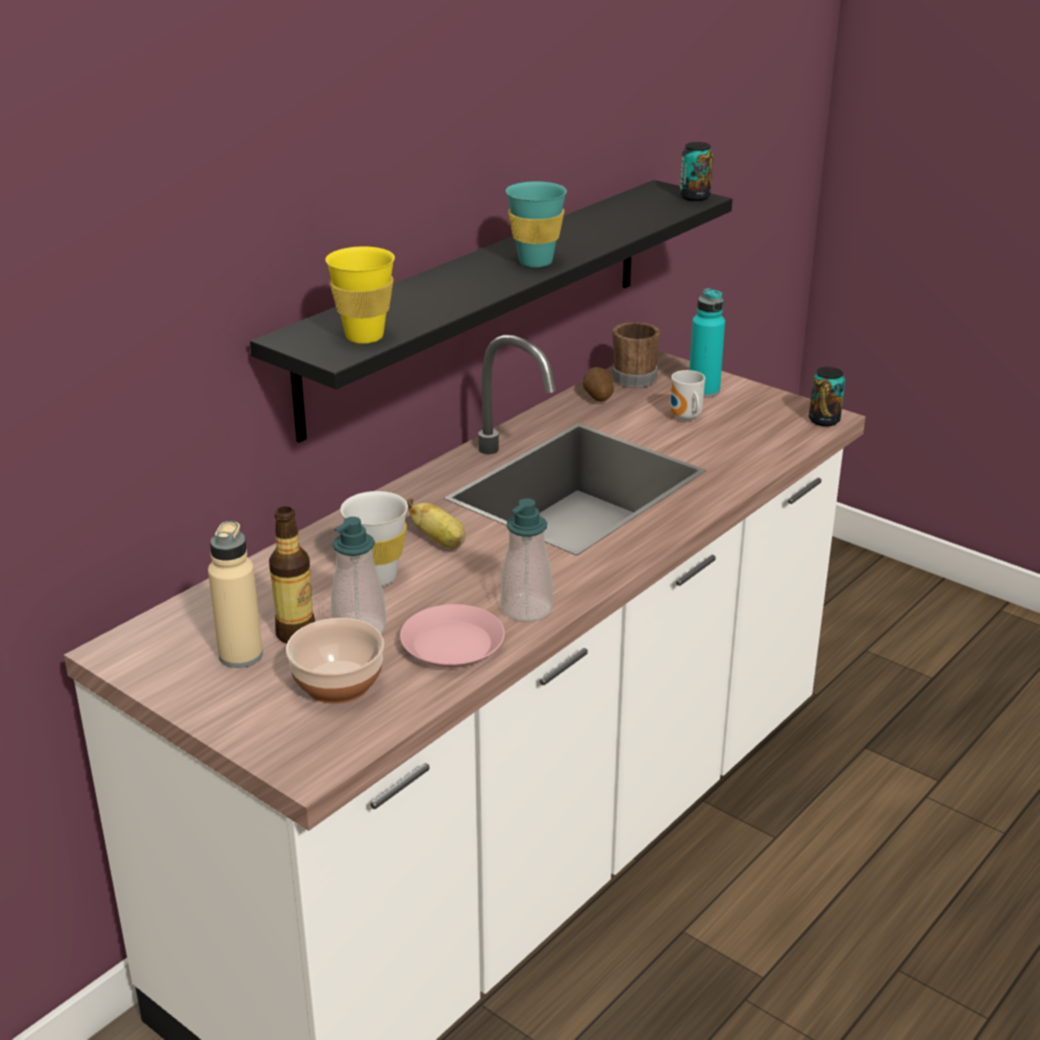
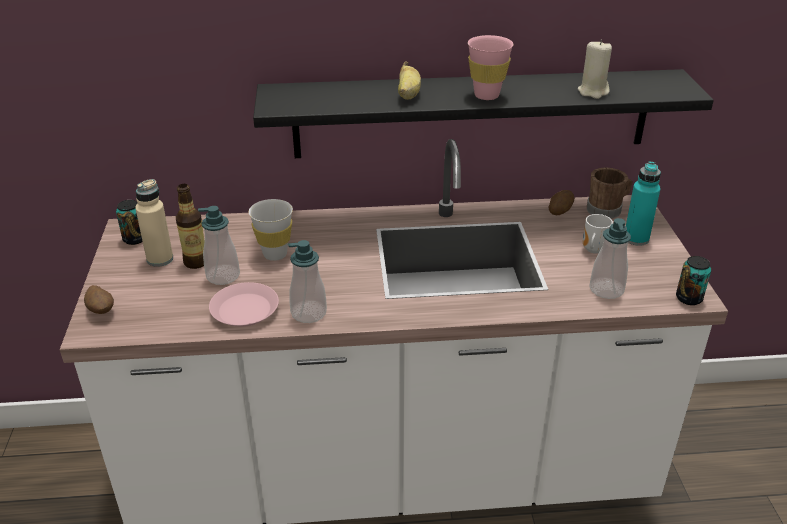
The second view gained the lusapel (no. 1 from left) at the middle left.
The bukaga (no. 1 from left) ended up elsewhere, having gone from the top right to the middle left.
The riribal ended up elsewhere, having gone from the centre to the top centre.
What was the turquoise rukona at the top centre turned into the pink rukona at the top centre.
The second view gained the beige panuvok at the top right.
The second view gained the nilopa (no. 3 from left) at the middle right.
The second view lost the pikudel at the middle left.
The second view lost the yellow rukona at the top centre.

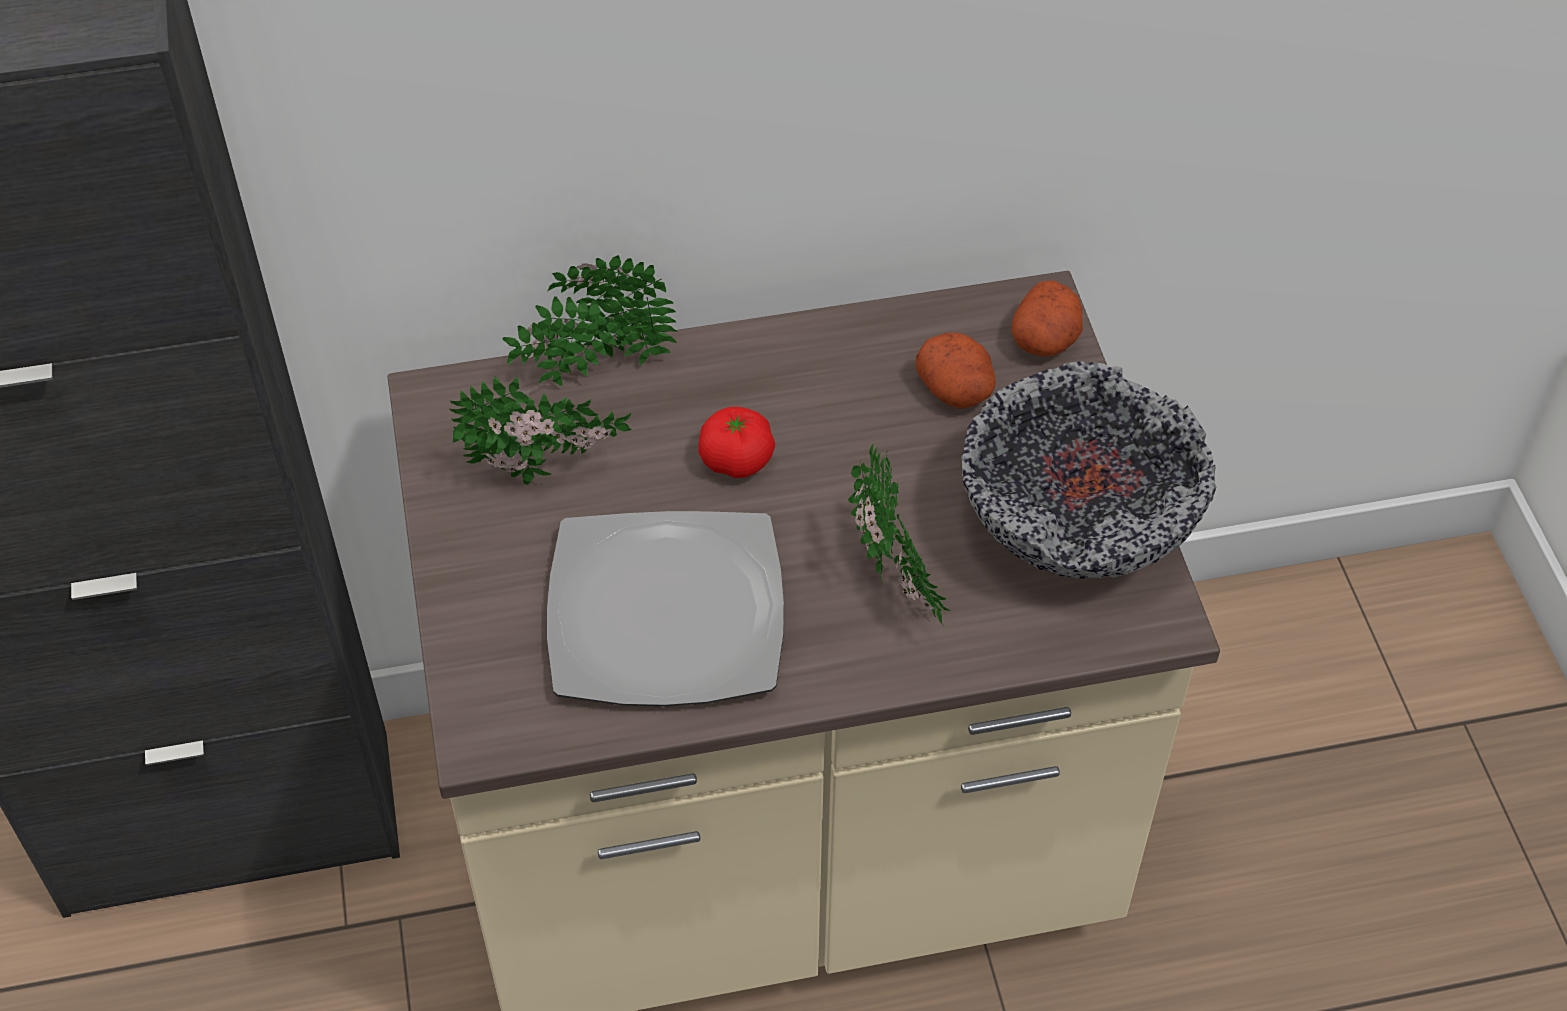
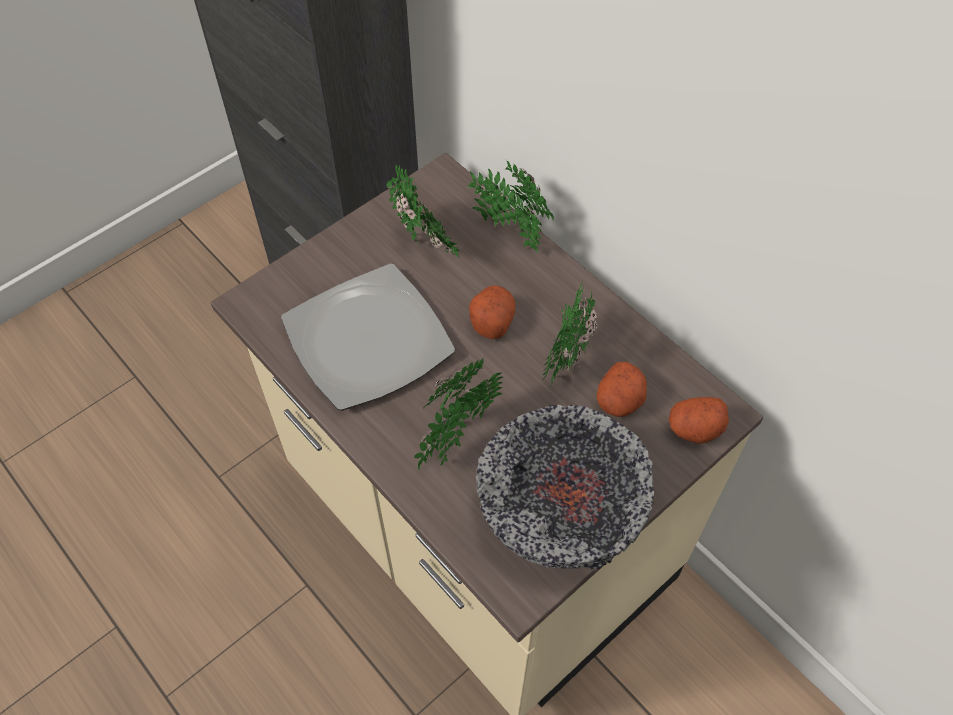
Where the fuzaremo stood at the centre, the lusapel (no. 1 from left) came to stand at the centre.
The second view gained the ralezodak (no. 4 from left) at the centre.

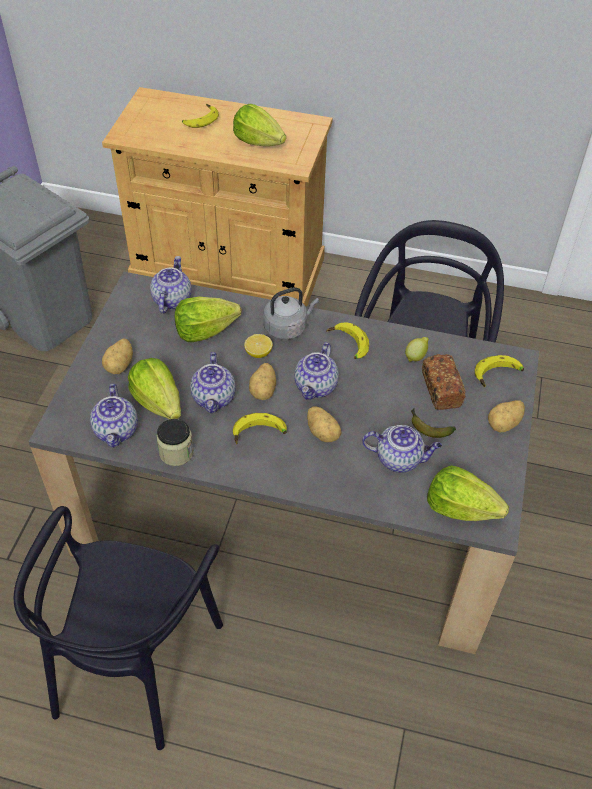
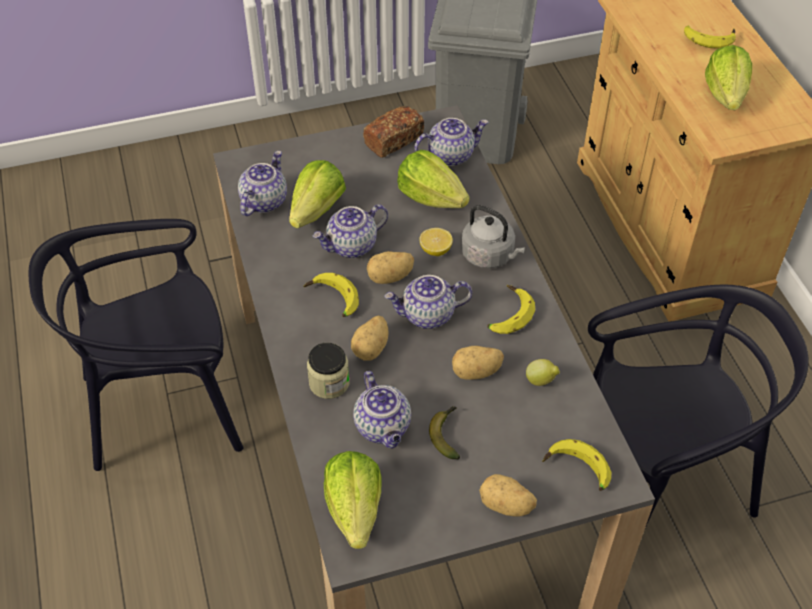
The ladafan (no. 1 from left) at the middle left ended up facing another way, 150 degrees clockwise from before.
The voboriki ended up elsewhere, having gone from the middle left to the centre.
The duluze ended up elsewhere, having gone from the middle right to the top centre.
The lusapel (no. 1 from left in the first image) ended up elsewhere, having gone from the middle left to the centre.

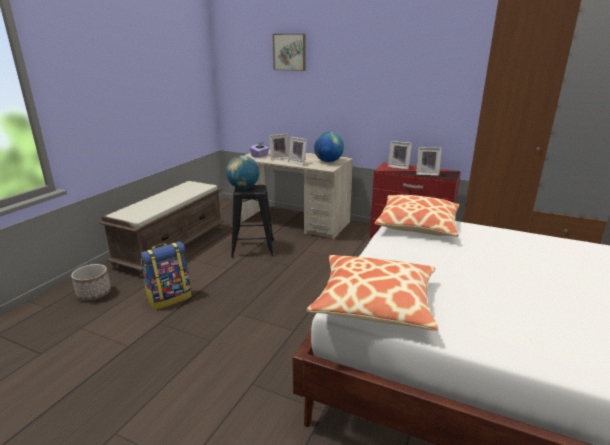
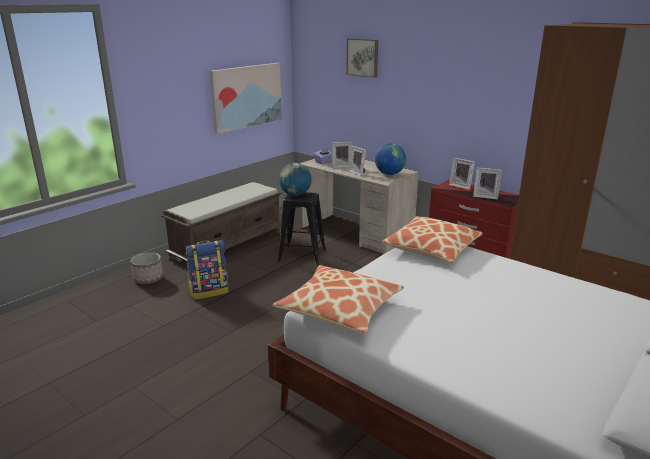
The second view gained the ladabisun (no. 1 from left) at the top centre.

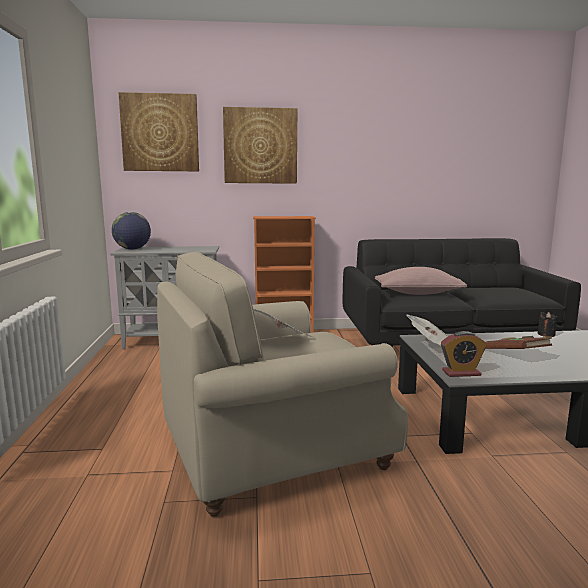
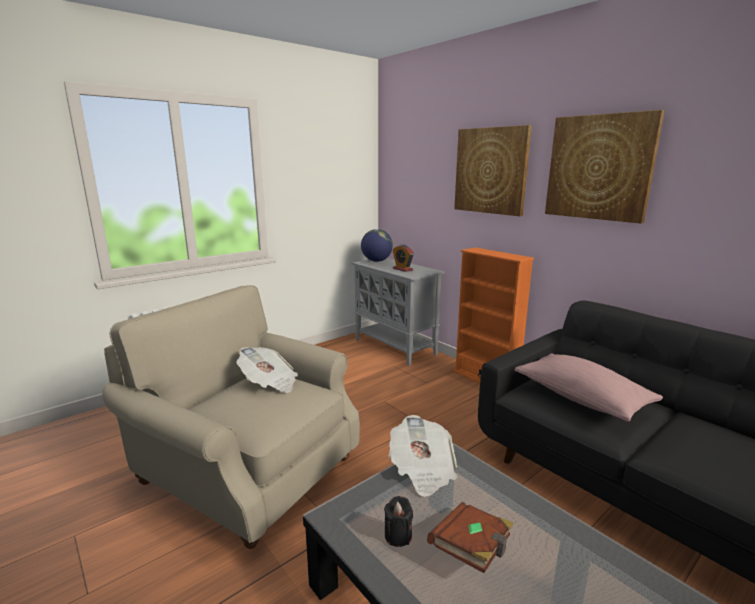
The black panuvok ended up elsewhere, having gone from the middle right to the bottom centre.
The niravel ended up elsewhere, having gone from the middle right to the centre.
The ladabisun (no. 1 from left in the first image) ended up elsewhere, having gone from the top left to the top right.

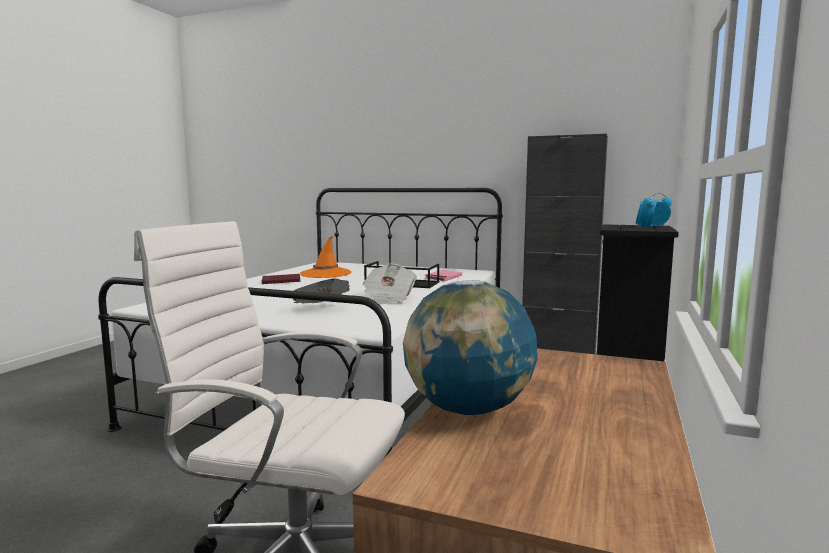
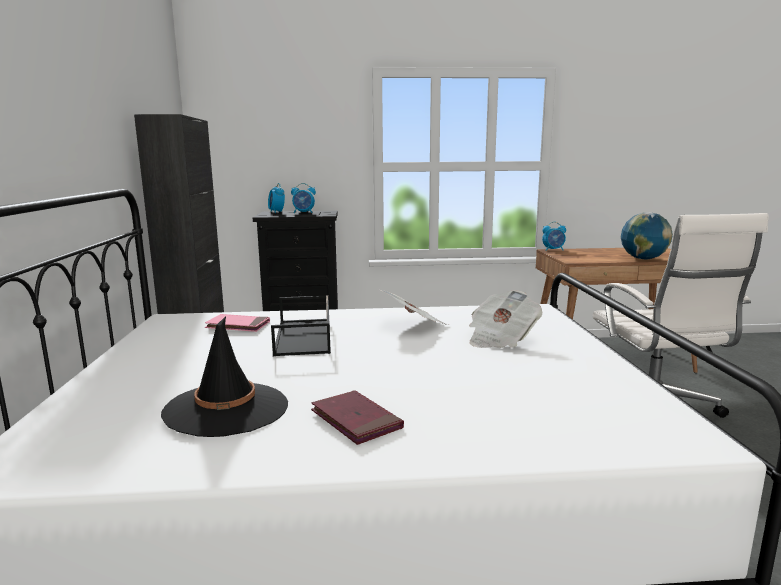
What was the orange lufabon at the centre turned into the black lufabon at the middle left.
The second view gained the niravel (no. 3 from left) at the middle right.

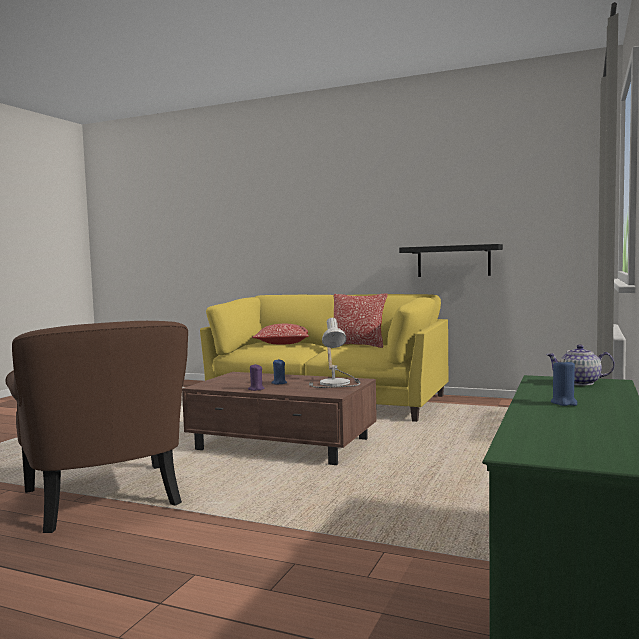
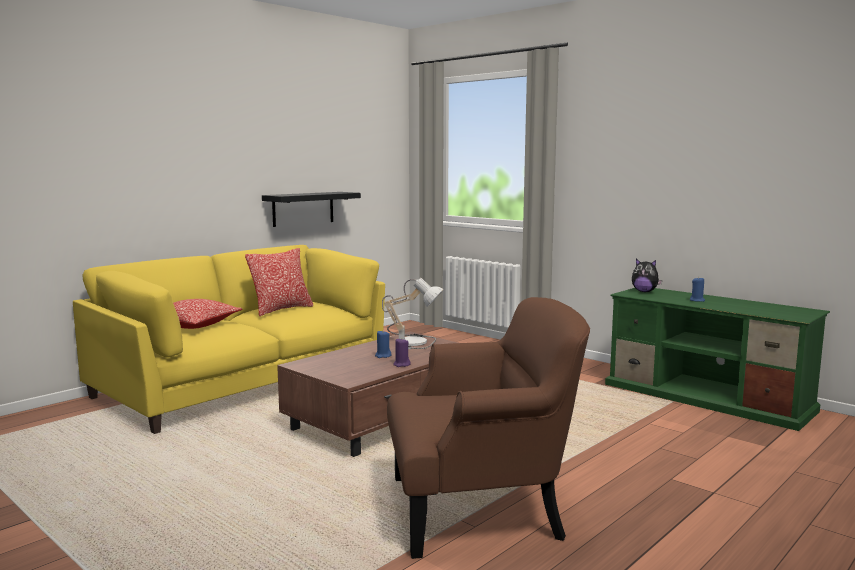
Where the ladafan stood at the middle right, the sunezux came to stand at the middle right.

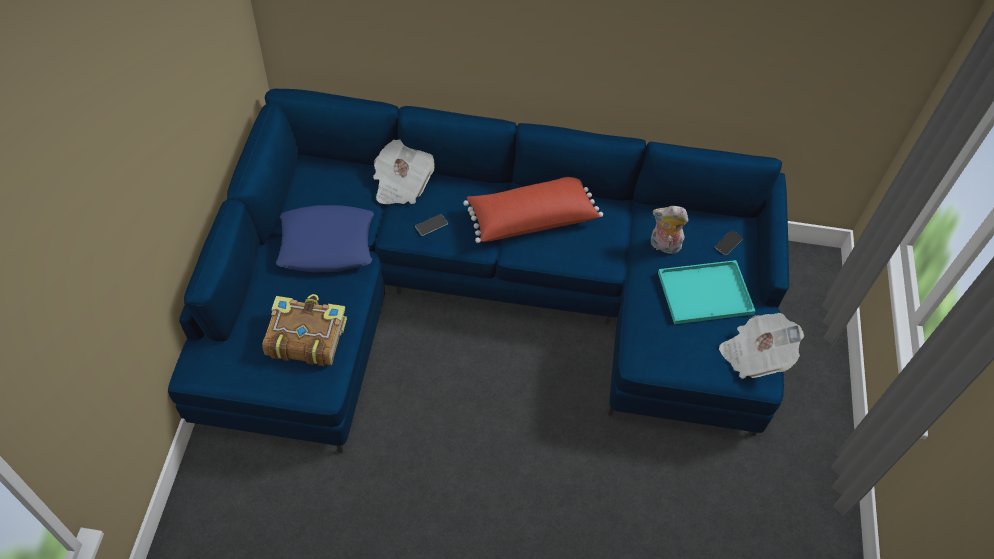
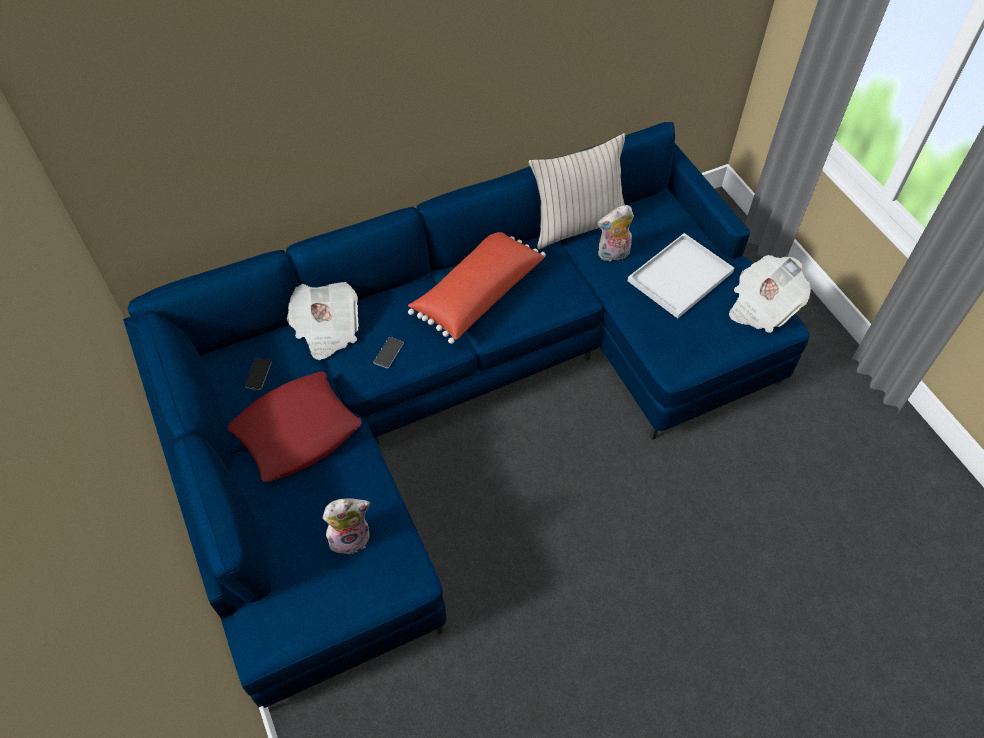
What was the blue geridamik at the middle left turned into the red geridamik (no. 1 from left) at the middle left.
The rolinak (no. 2 from left in the first image) ended up elsewhere, having gone from the middle right to the middle left.
Where the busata stood at the middle left, the sunezux (no. 1 from left) came to stand at the bottom centre.
The second view gained the beige geridamik at the top centre.
What was the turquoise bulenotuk at the middle right turned into the white bulenotuk at the middle right.

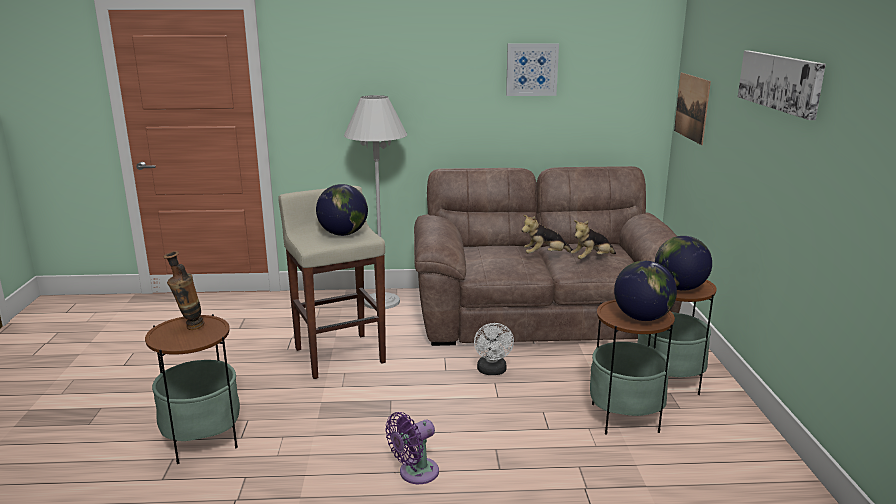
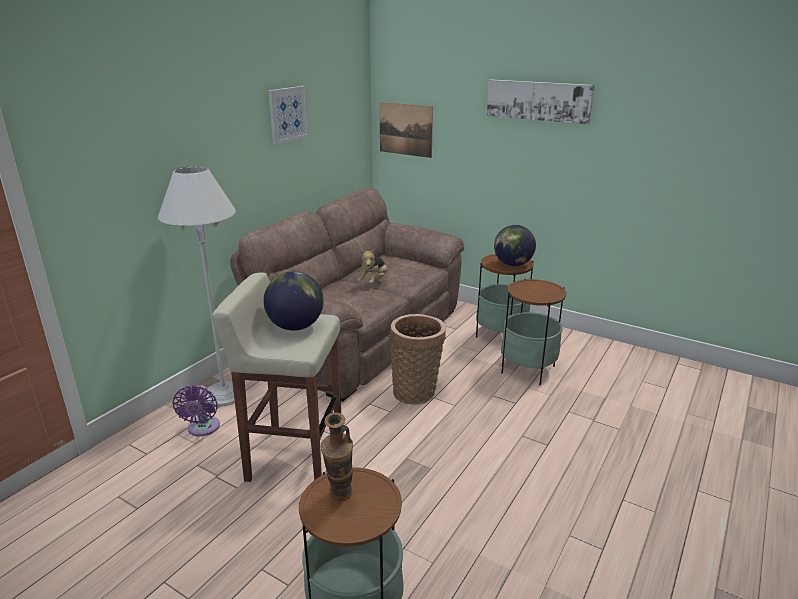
The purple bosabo ended up elsewhere, having gone from the bottom centre to the bottom left.
Where the white bosabo stood at the bottom centre, the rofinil came to stand at the centre.
The second view lost the sunezux (no. 2 from left) at the centre.
The second view lost the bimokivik (no. 2 from left) at the middle right.

